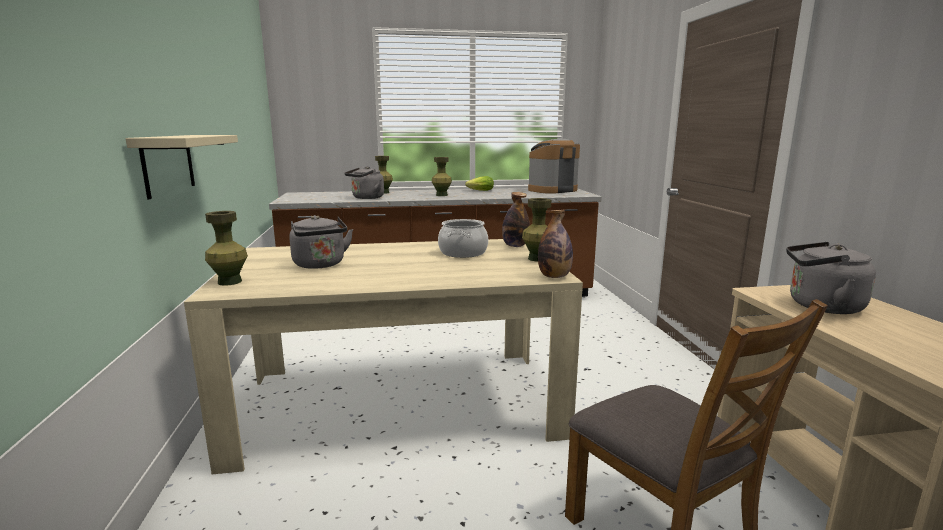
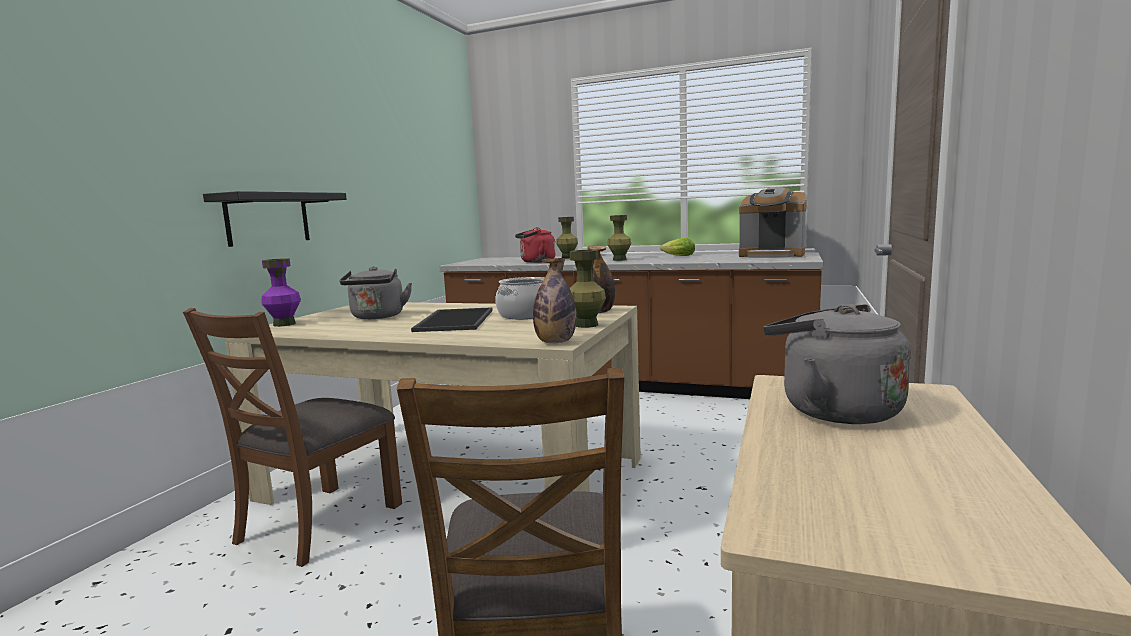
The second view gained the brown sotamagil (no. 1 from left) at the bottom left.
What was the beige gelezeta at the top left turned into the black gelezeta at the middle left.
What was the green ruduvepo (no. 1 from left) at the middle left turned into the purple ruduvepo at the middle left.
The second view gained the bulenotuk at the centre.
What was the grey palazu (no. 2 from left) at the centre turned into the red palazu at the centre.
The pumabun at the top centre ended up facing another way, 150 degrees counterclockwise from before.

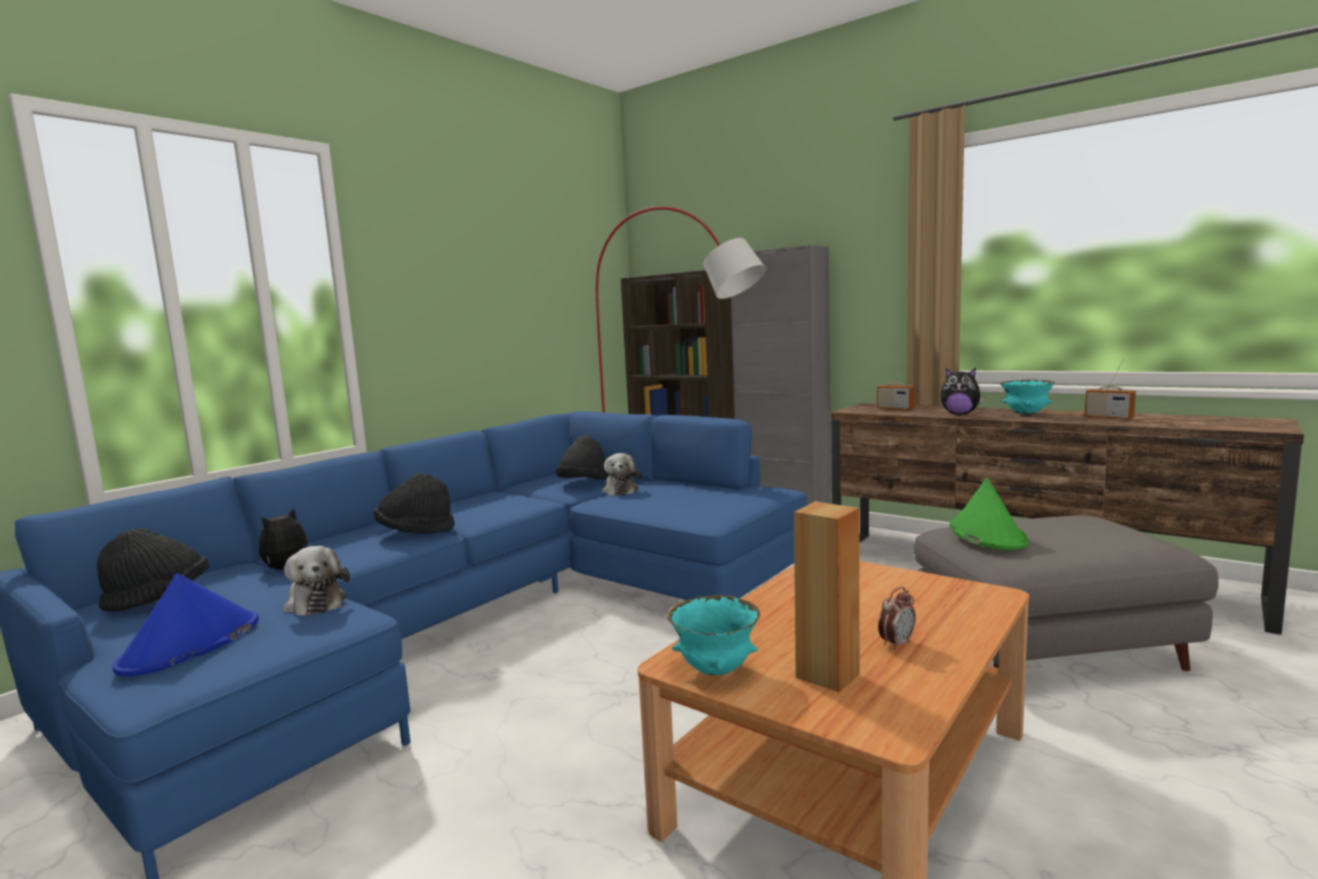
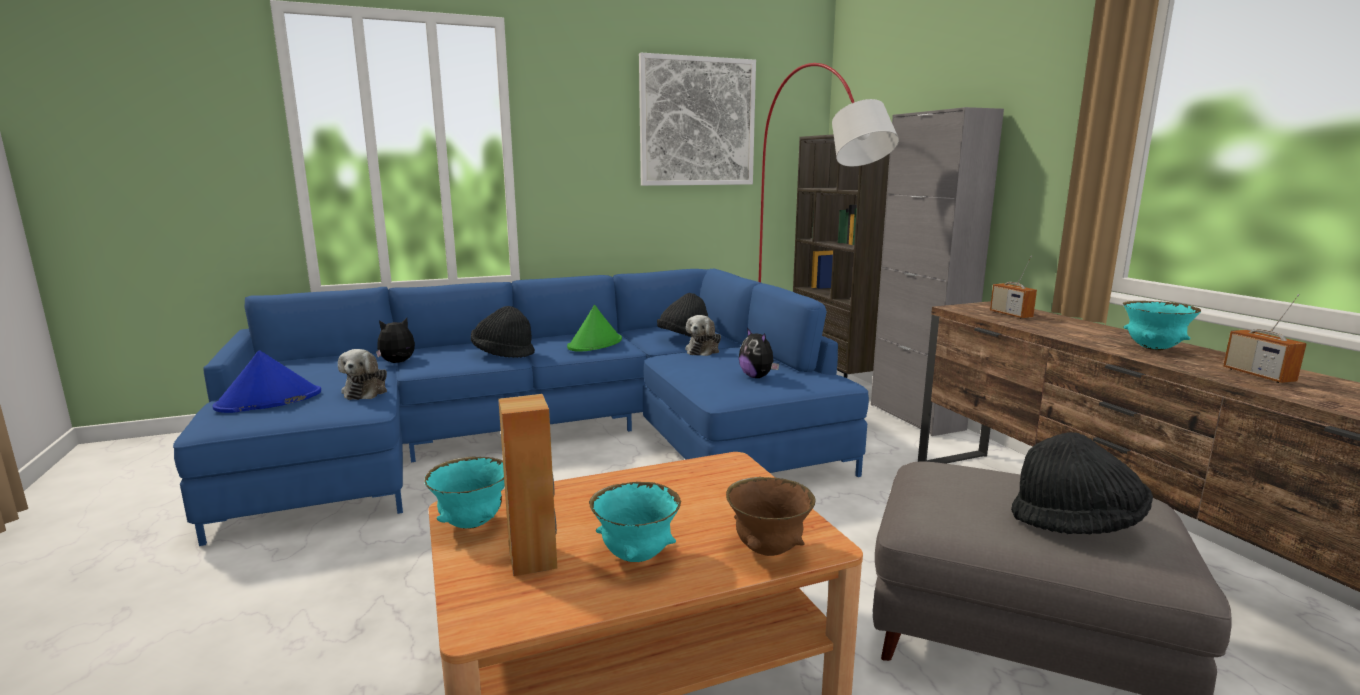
The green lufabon ended up elsewhere, having gone from the middle right to the centre.
Where the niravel stood at the bottom right, the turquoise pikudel (no. 2 from left) came to stand at the bottom centre.
The second view gained the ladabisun at the top centre.
The second view gained the brown pikudel at the bottom centre.
The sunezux (no. 4 from left) ended up elsewhere, having gone from the middle right to the centre.
The black lufabon (no. 1 from left in the first image) ended up elsewhere, having gone from the middle left to the bottom right.

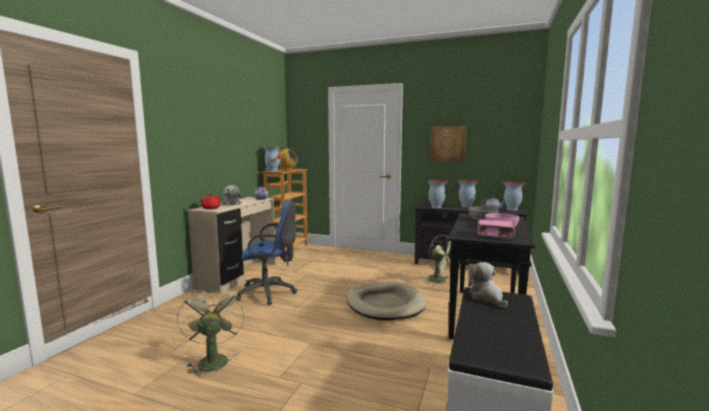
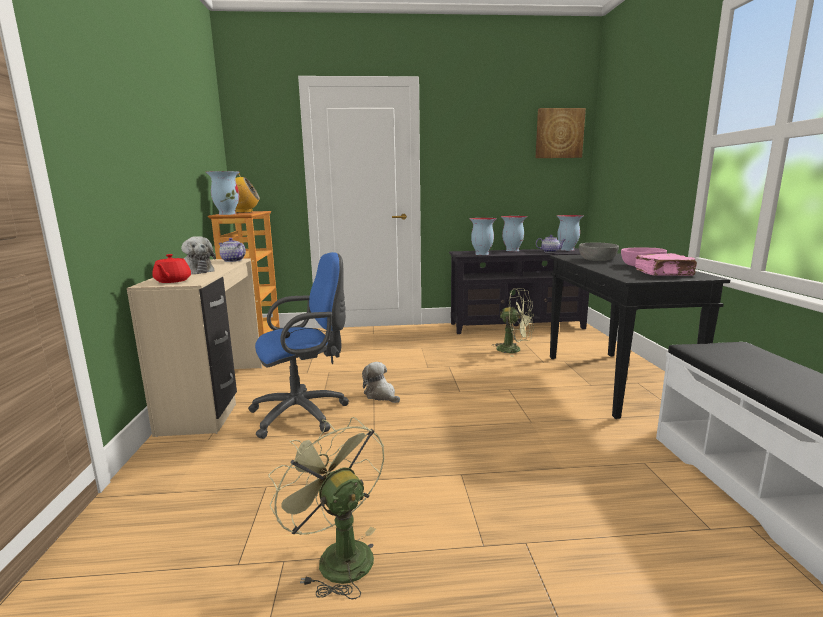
The sunezux (no. 2 from left) ended up elsewhere, having gone from the bottom right to the centre.
The ladabisun ended up elsewhere, having gone from the centre to the top right.
The second view lost the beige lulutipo at the bottom centre.

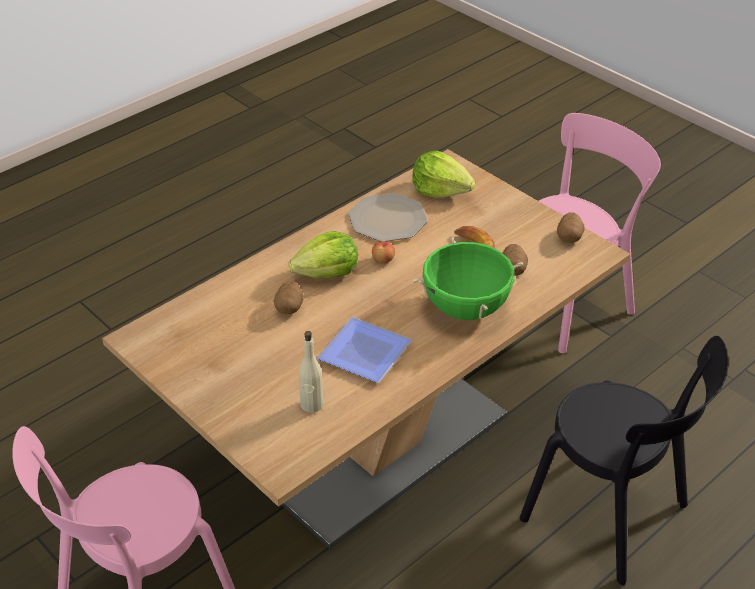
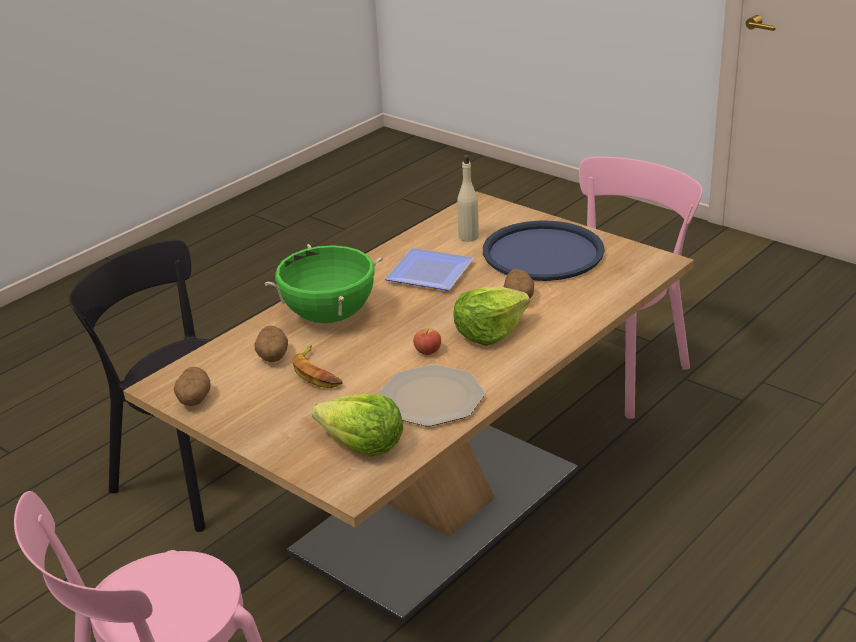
The second view gained the blue bulenotuk at the centre.

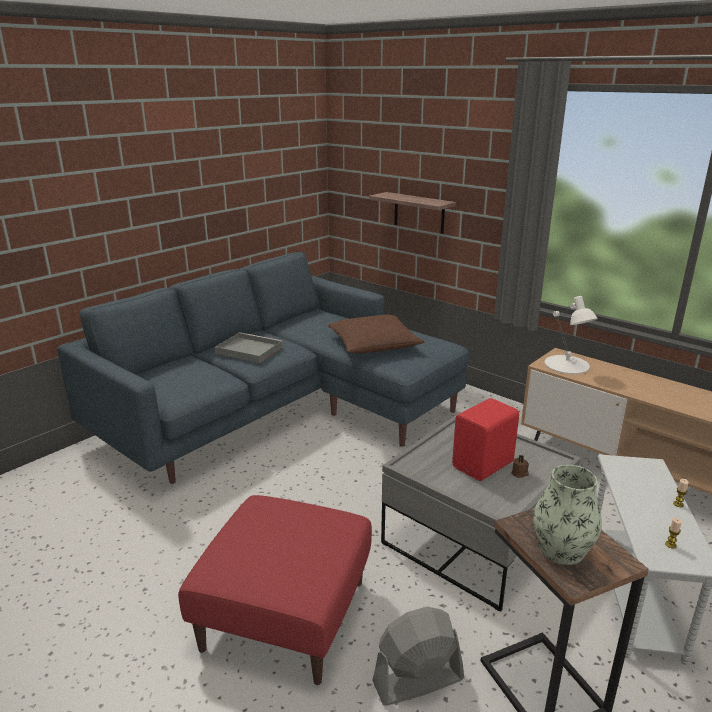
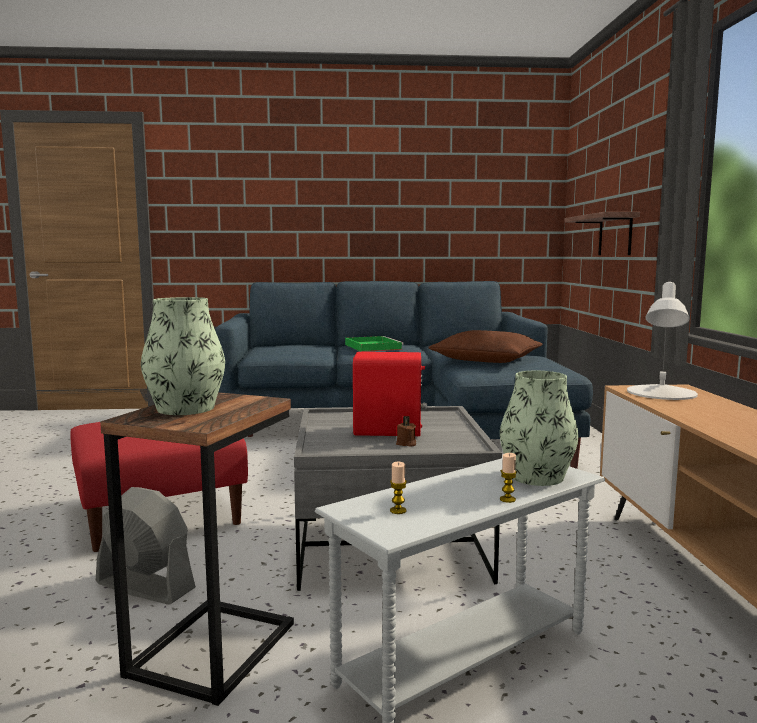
What was the grey bulenotuk at the centre turned into the green bulenotuk at the centre.
The second view gained the ruduvepo (no. 2 from left) at the middle right.

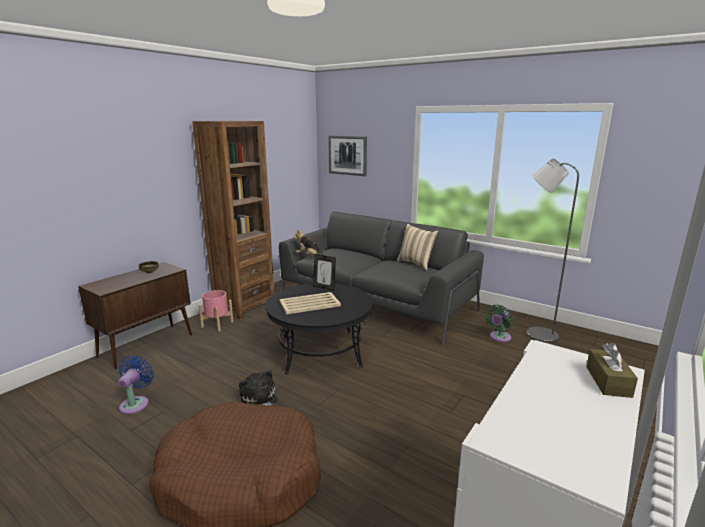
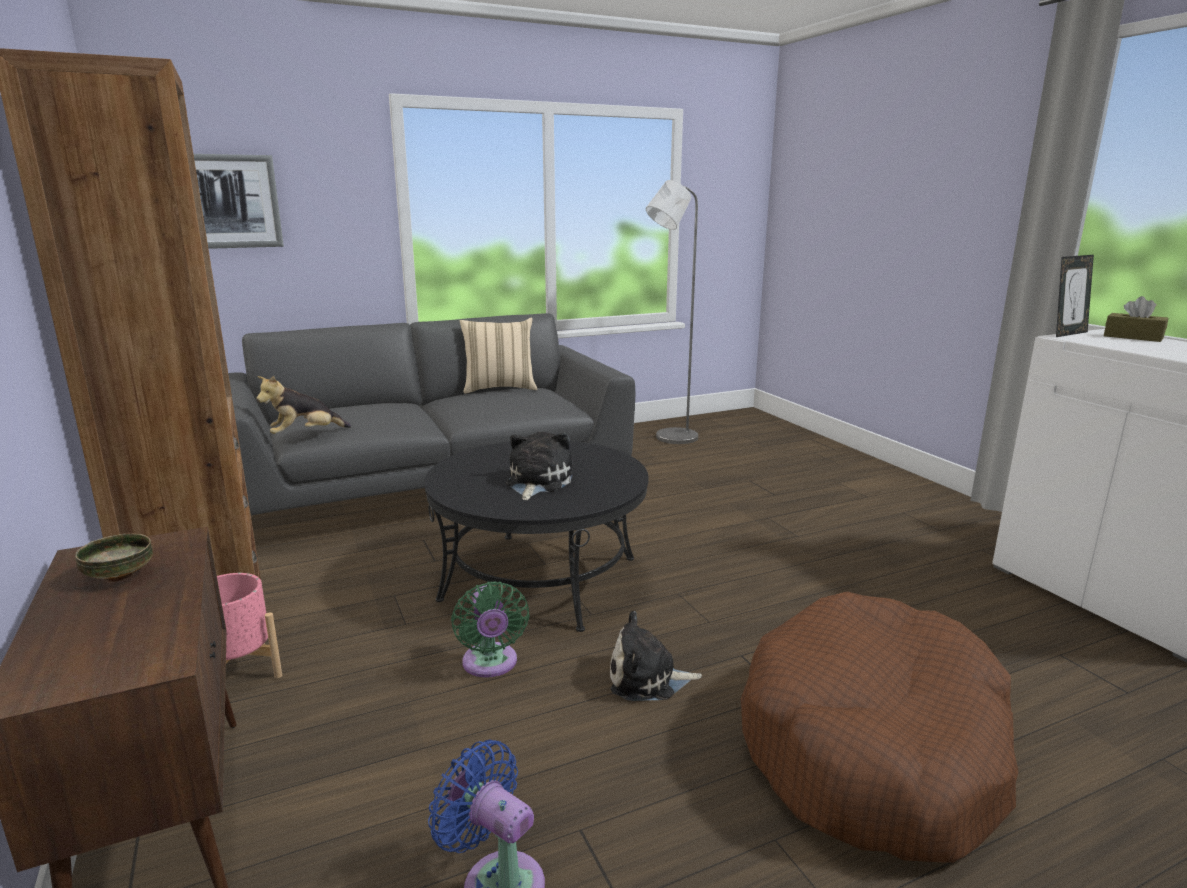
The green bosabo ended up elsewhere, having gone from the middle right to the bottom centre.
Where the beige bulenotuk stood at the centre, the sunezux (no. 2 from left) came to stand at the centre.
The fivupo ended up elsewhere, having gone from the centre to the middle right.

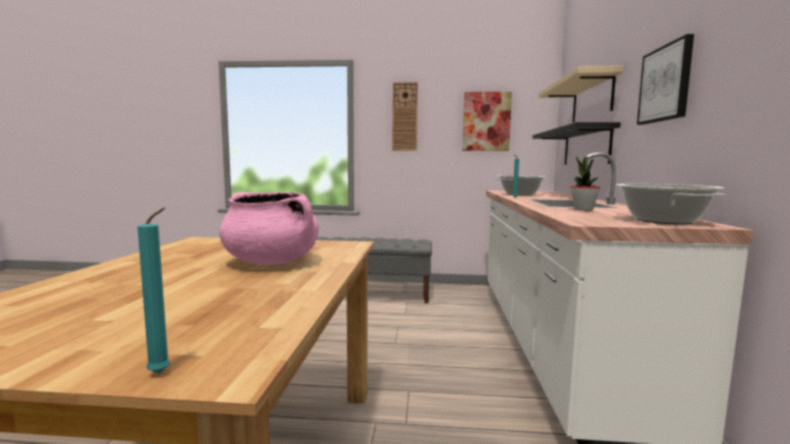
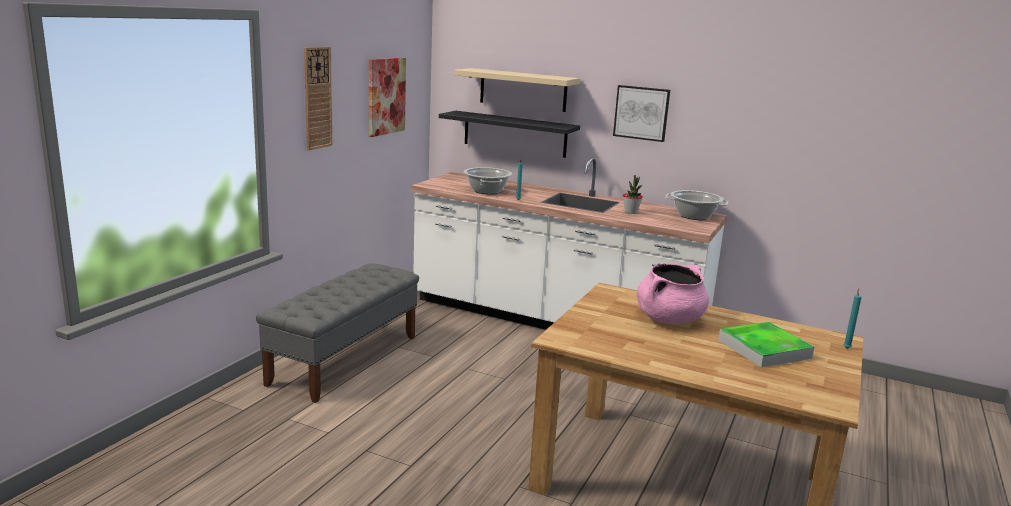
The second view gained the bulenotuk at the bottom right.

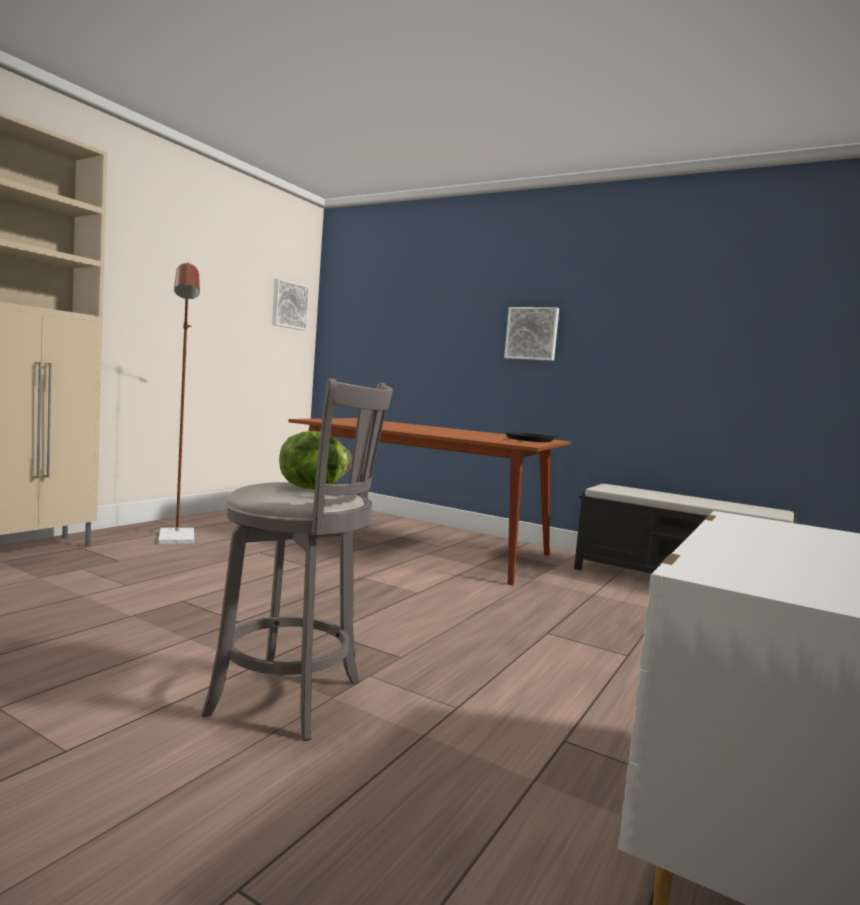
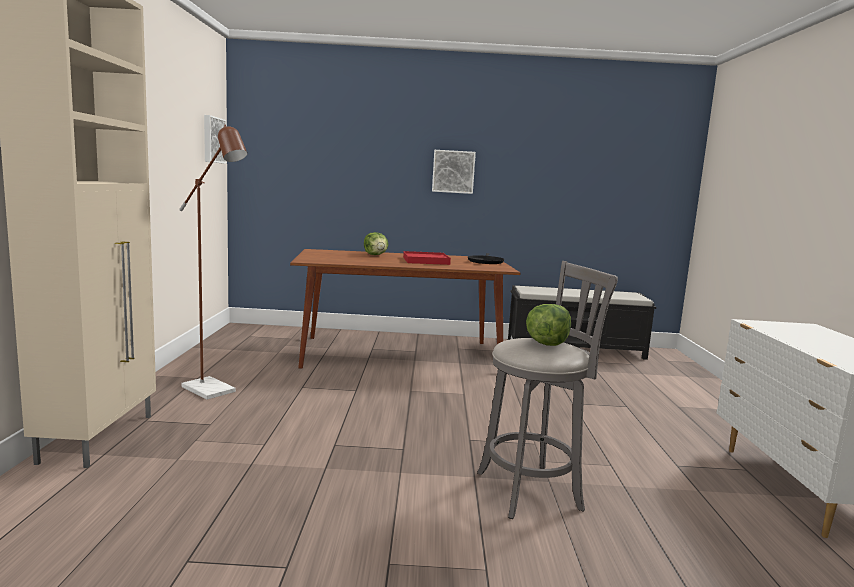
The second view gained the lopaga (no. 1 from left) at the centre.
The second view gained the red bulenotuk at the centre.

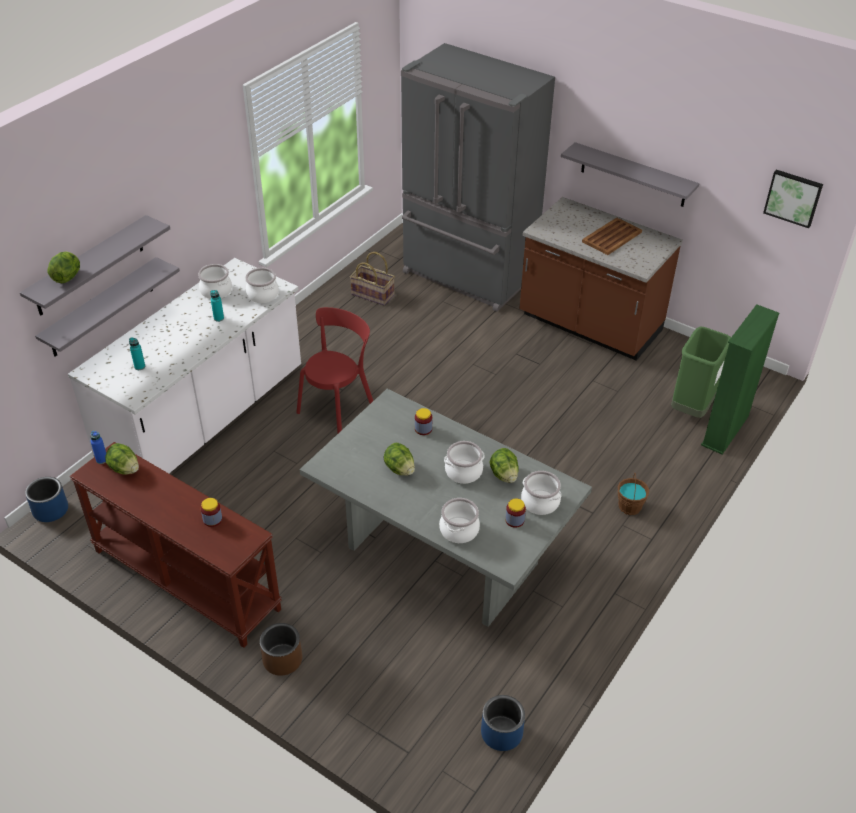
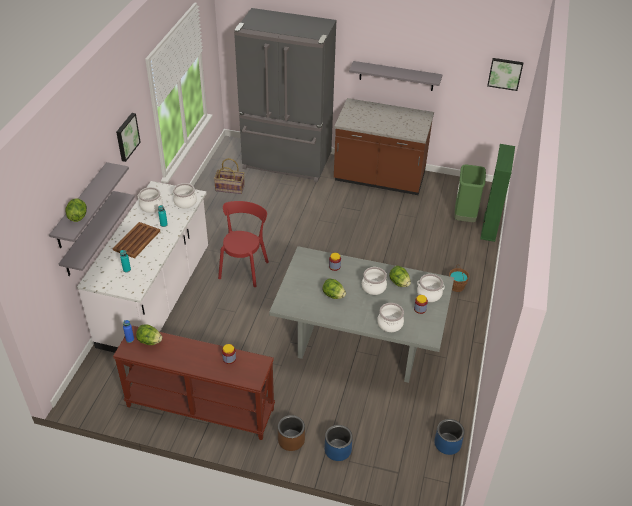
The brown bulenotuk ended up elsewhere, having gone from the top right to the middle left.
The second view gained the ladabisun (no. 1 from left) at the top left.
The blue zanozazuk (no. 1 from left) ended up elsewhere, having gone from the middle left to the bottom centre.

